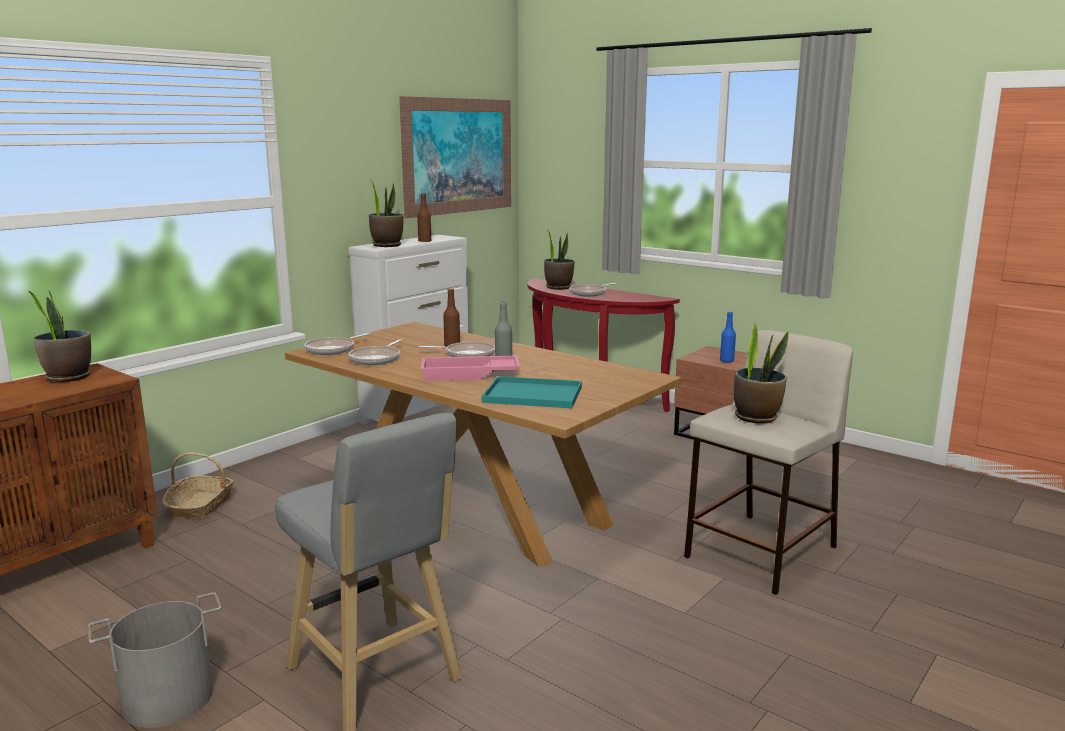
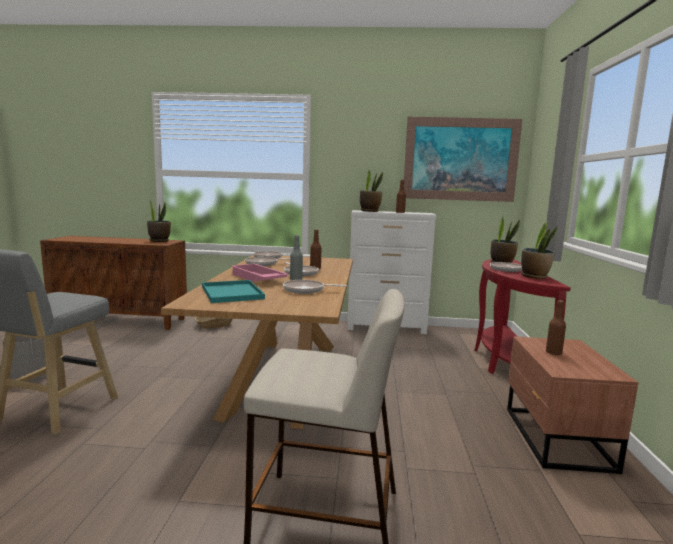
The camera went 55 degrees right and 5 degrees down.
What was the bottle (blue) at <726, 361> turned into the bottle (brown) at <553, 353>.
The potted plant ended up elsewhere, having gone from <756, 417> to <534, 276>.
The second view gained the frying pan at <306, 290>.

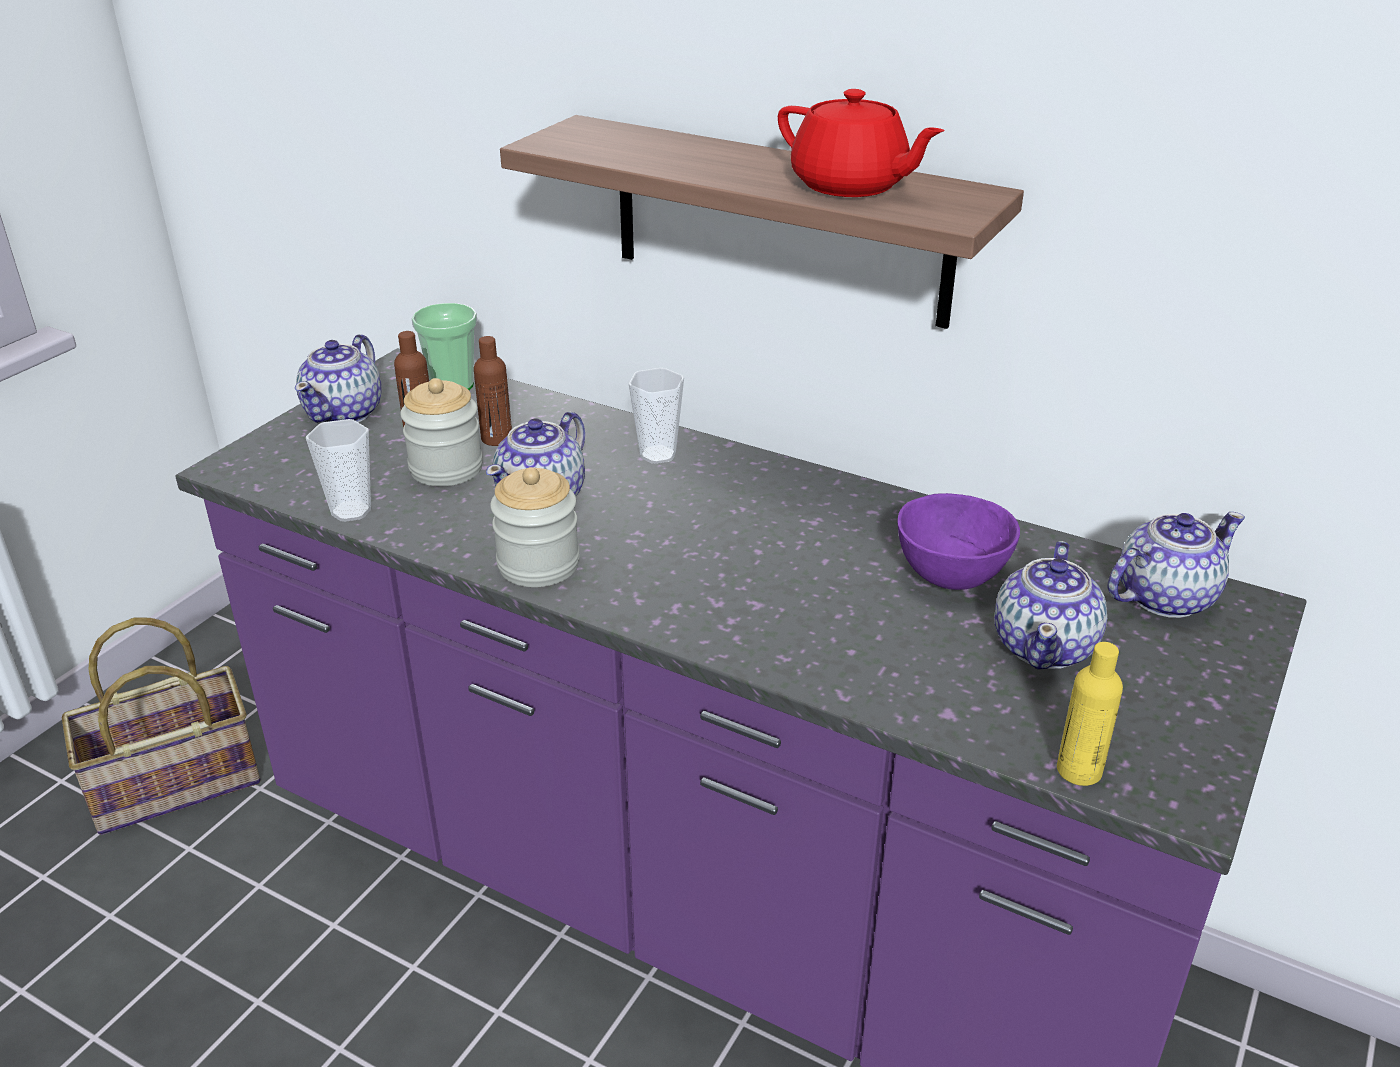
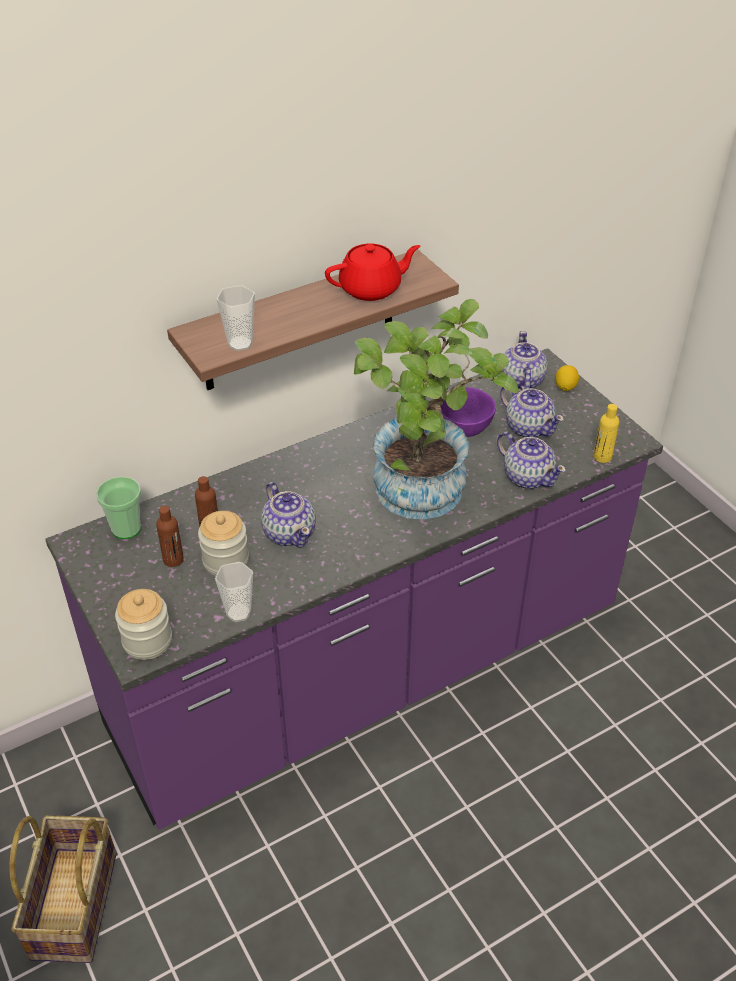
The camera went 60 degrees left and 10 degrees up.
The teapot ended up elsewhere, having gone from <345, 413> to <527, 477>.
The cup ended up elsewhere, having gone from <658, 455> to <240, 344>.
The jar ended up elsewhere, having gone from <538, 565> to <147, 641>.
The second view gained the potted plant at <423, 498>.
The second view gained the lemon at <565, 387>.

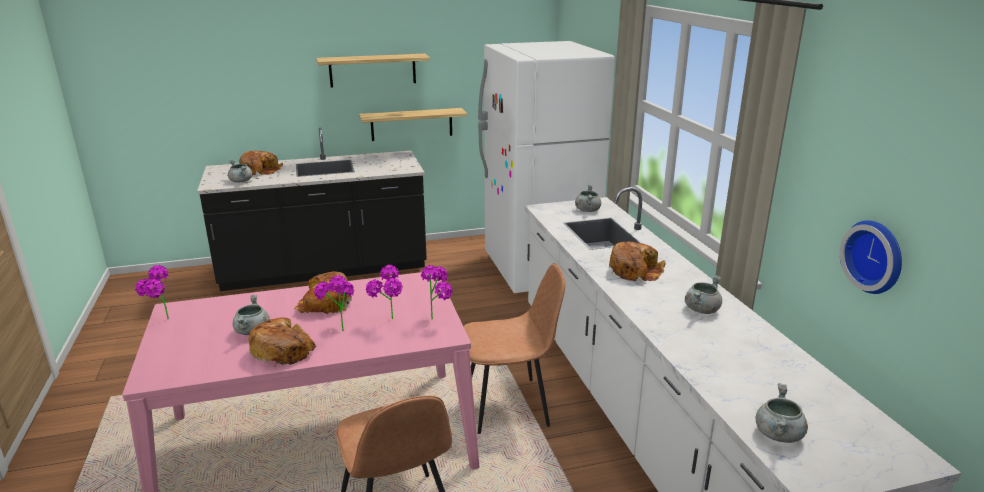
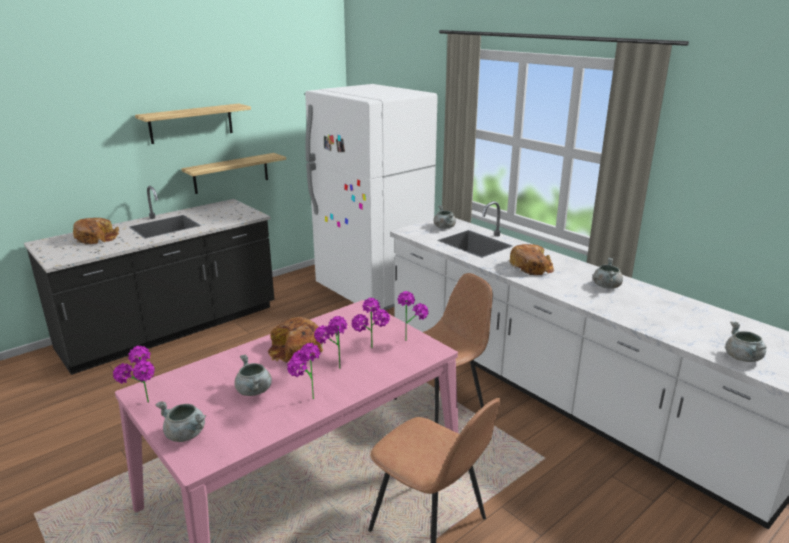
The camera went 25 degrees left and 0 degrees up.
The cooking pot (grey) ended up elsewhere, having gone from <241, 181> to <186, 434>.
The second view lost the wall clock at <876, 256>.
Where the bread stood at <284, 350>, the potted plant came to stand at <305, 399>.

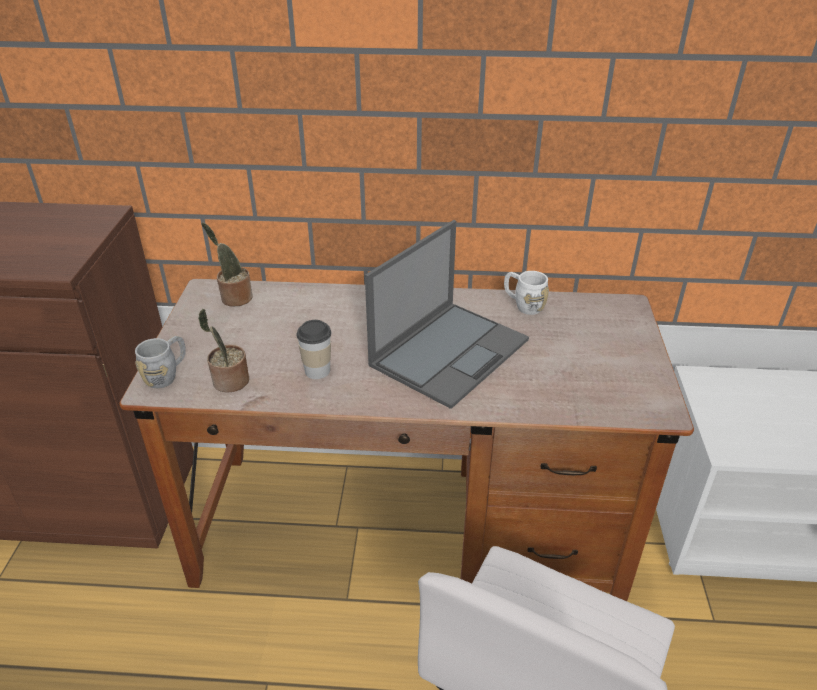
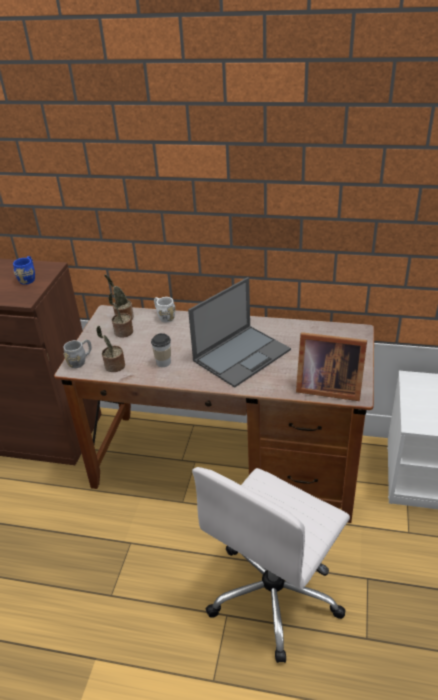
The camera went 10 degrees right and 0 degrees up.
The mug (white) ended up elsewhere, having gone from <523, 305> to <164, 316>.
The second view gained the mug (blue) at <29, 278>.
The second view gained the potted plant at <123, 332>.
The second view gained the picture frame at <326, 387>.

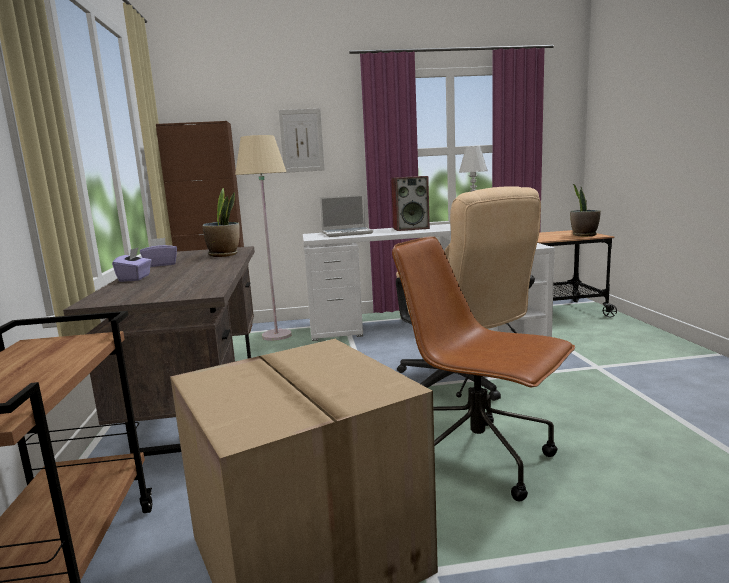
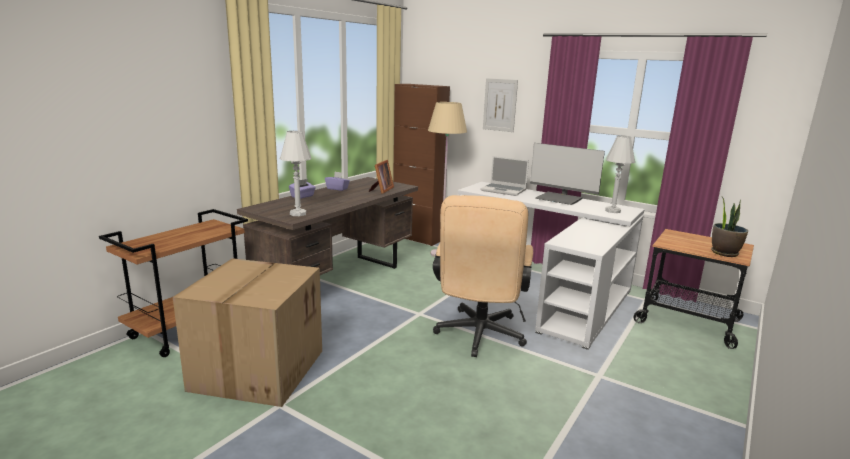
The camera went 40 degrees right and 5 degrees up.
Where the speaker stood at <411, 228>, the monitor came to stand at <559, 199>.
Where the potted plant stood at <224, 255>, the picture frame came to stand at <381, 190>.
The second view lost the office chair (brown) at <480, 458>.
The second view gained the table lamp (white) at <298, 214>.

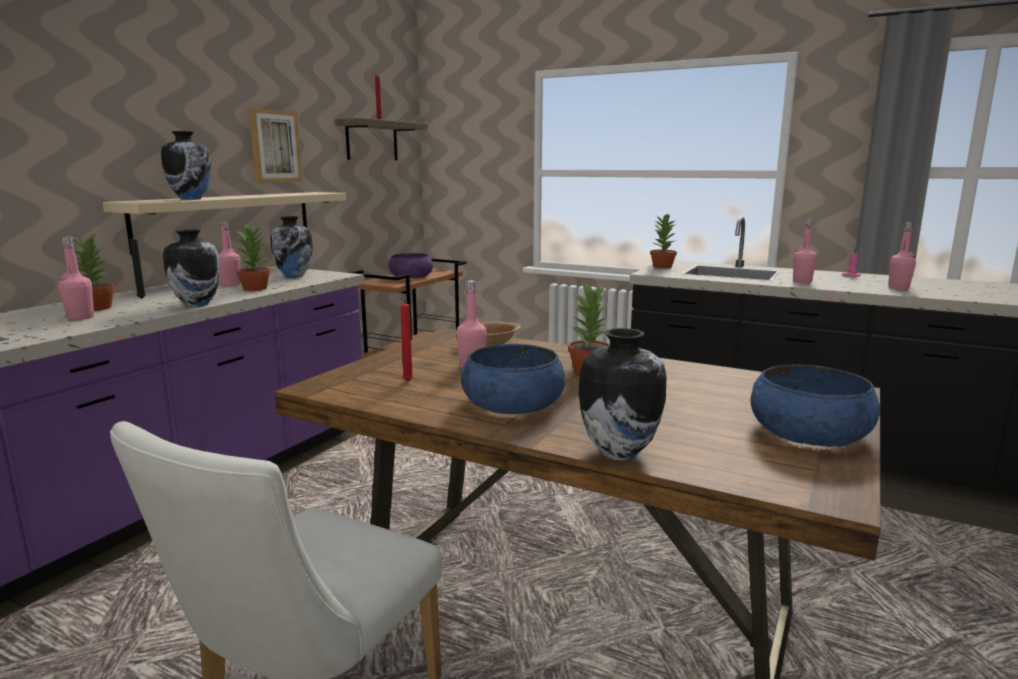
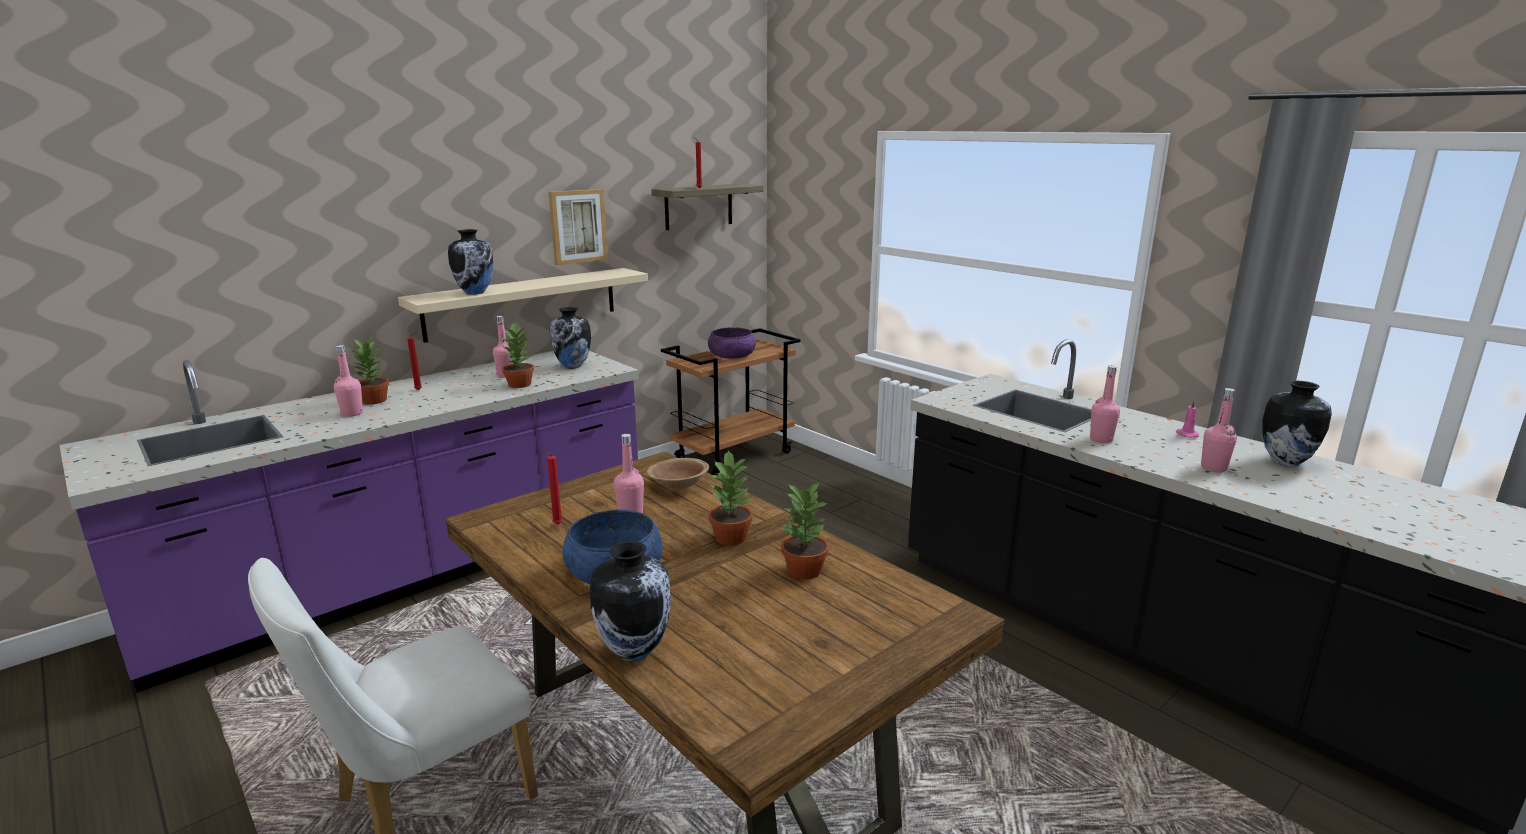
The camera went 20 degrees right and 5 degrees up.
The potted plant ended up elsewhere, having gone from <661, 267> to <803, 570>.
The vase ended up elsewhere, having gone from <197, 304> to <1285, 461>.
What was the candle (black) at <143, 298> turned into the candle (red) at <419, 390>.
The second view lost the bowl (blue) at <809, 432>.

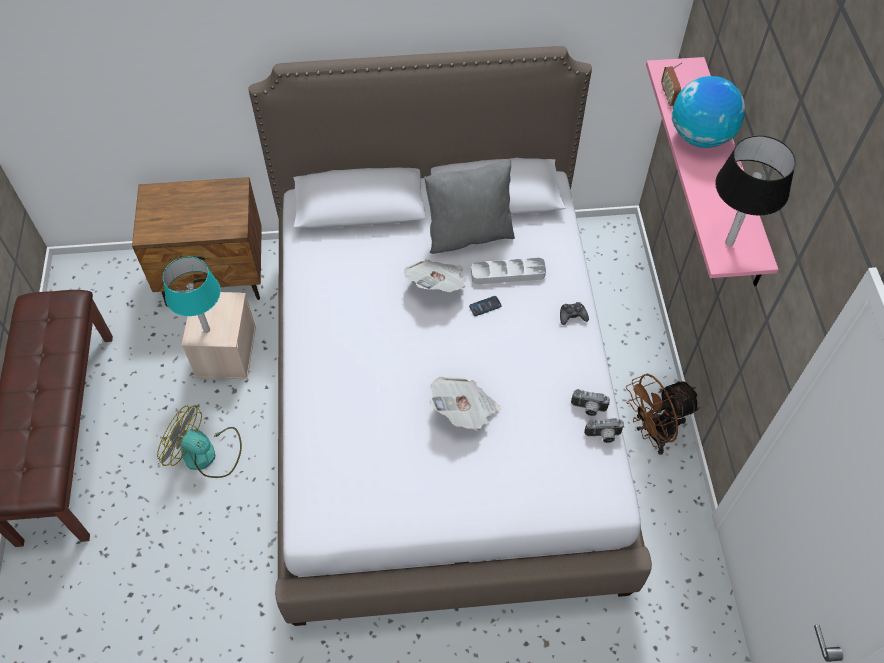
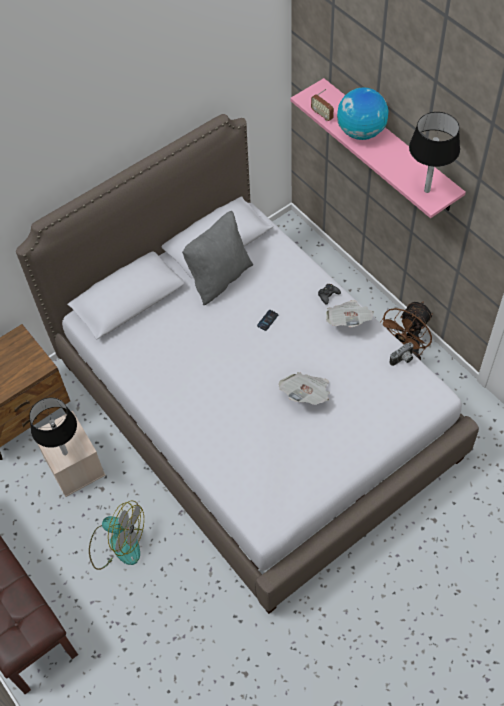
The camera went 30 degrees left and 0 degrees up.
What was the table lamp (turquoise) at <206, 330> turned into the table lamp (black) at <65, 452>.
The second view lost the tray (grey) at <508, 273>.
The newspaper ended up elsewhere, having gone from <438, 285> to <348, 321>.
The second view lost the photo camera at <588, 409>.
The fan at <207, 454> ended up facing another way, 150 degrees counterclockwise from before.

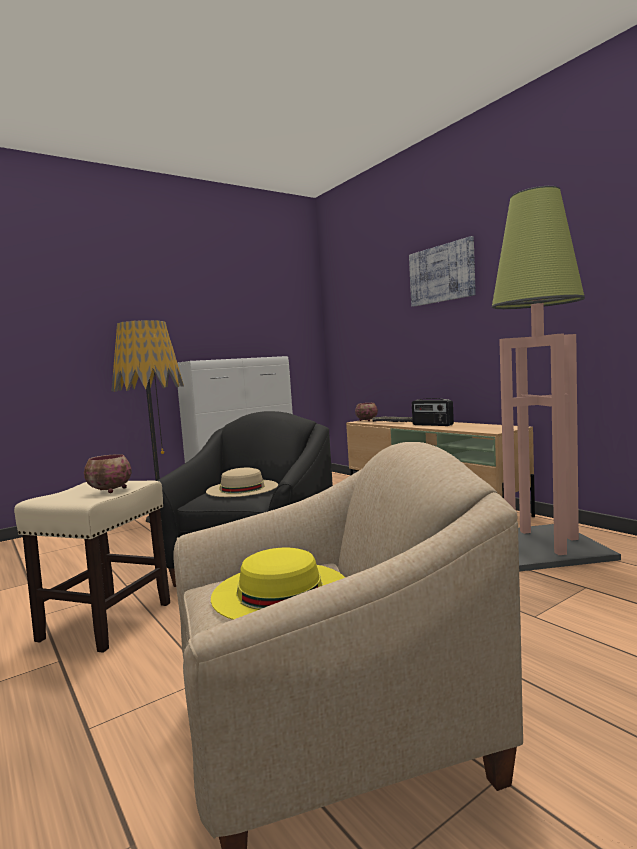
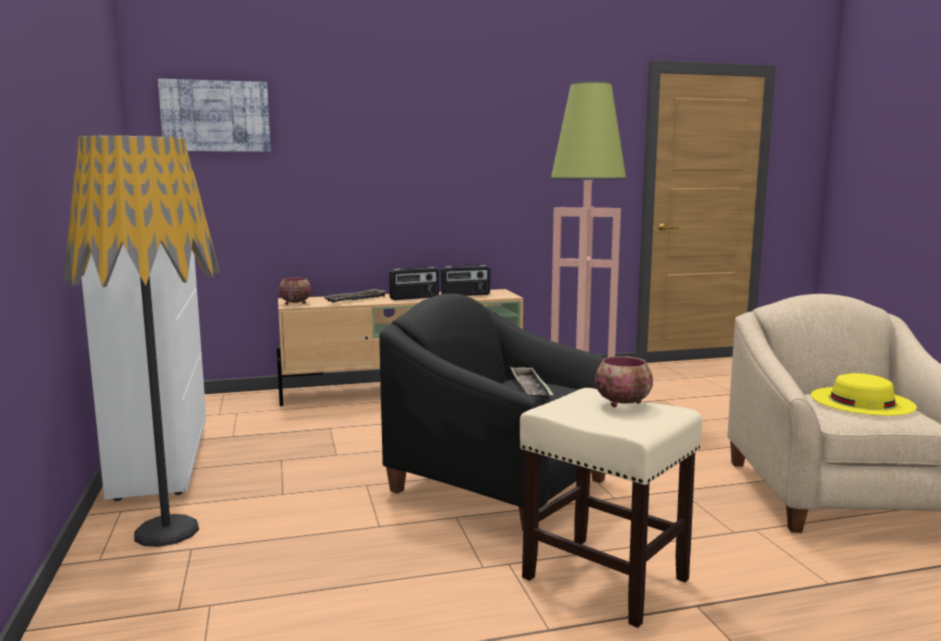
The camera went 70 degrees left and 5 degrees up.
The picture ended up elsewhere, having gone from <441, 273> to <216, 116>.
Where the hat (beige) stood at <242, 488>, the tray came to stand at <530, 388>.
The second view gained the radio at <465, 295>.

